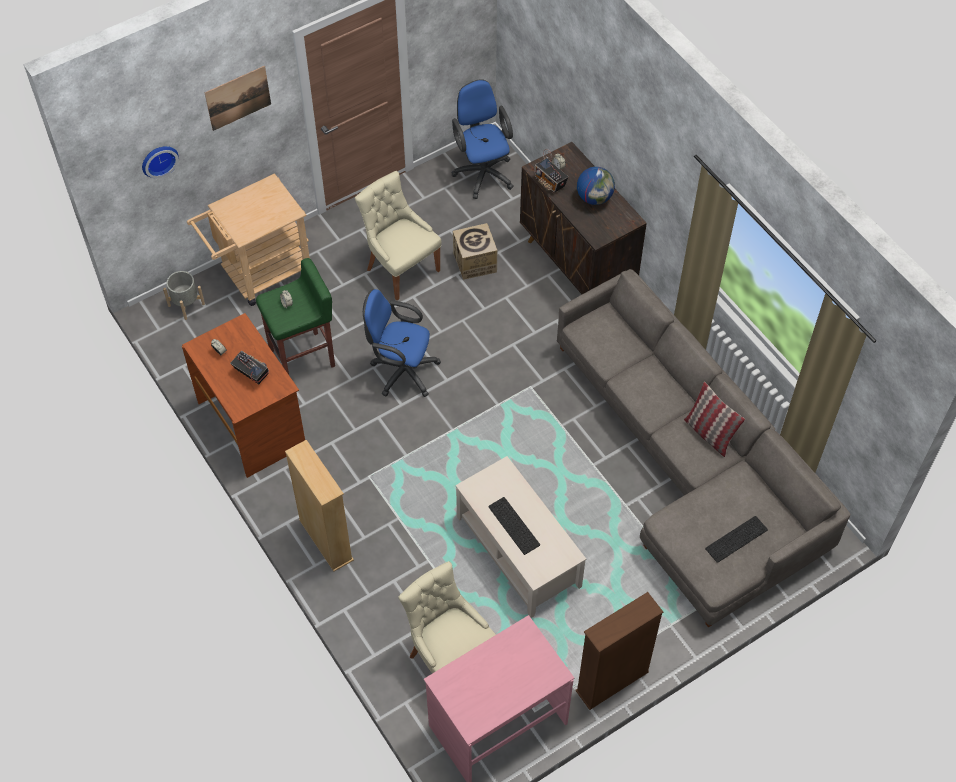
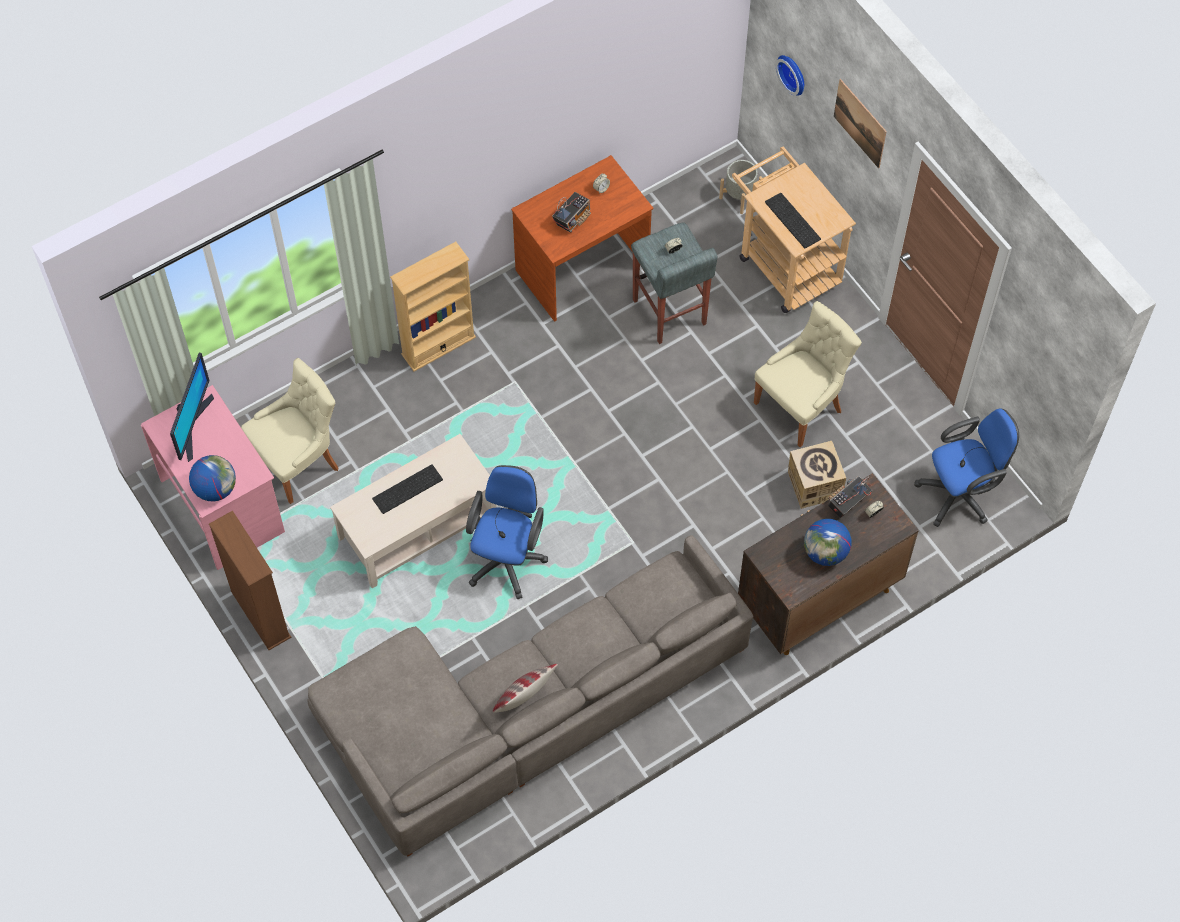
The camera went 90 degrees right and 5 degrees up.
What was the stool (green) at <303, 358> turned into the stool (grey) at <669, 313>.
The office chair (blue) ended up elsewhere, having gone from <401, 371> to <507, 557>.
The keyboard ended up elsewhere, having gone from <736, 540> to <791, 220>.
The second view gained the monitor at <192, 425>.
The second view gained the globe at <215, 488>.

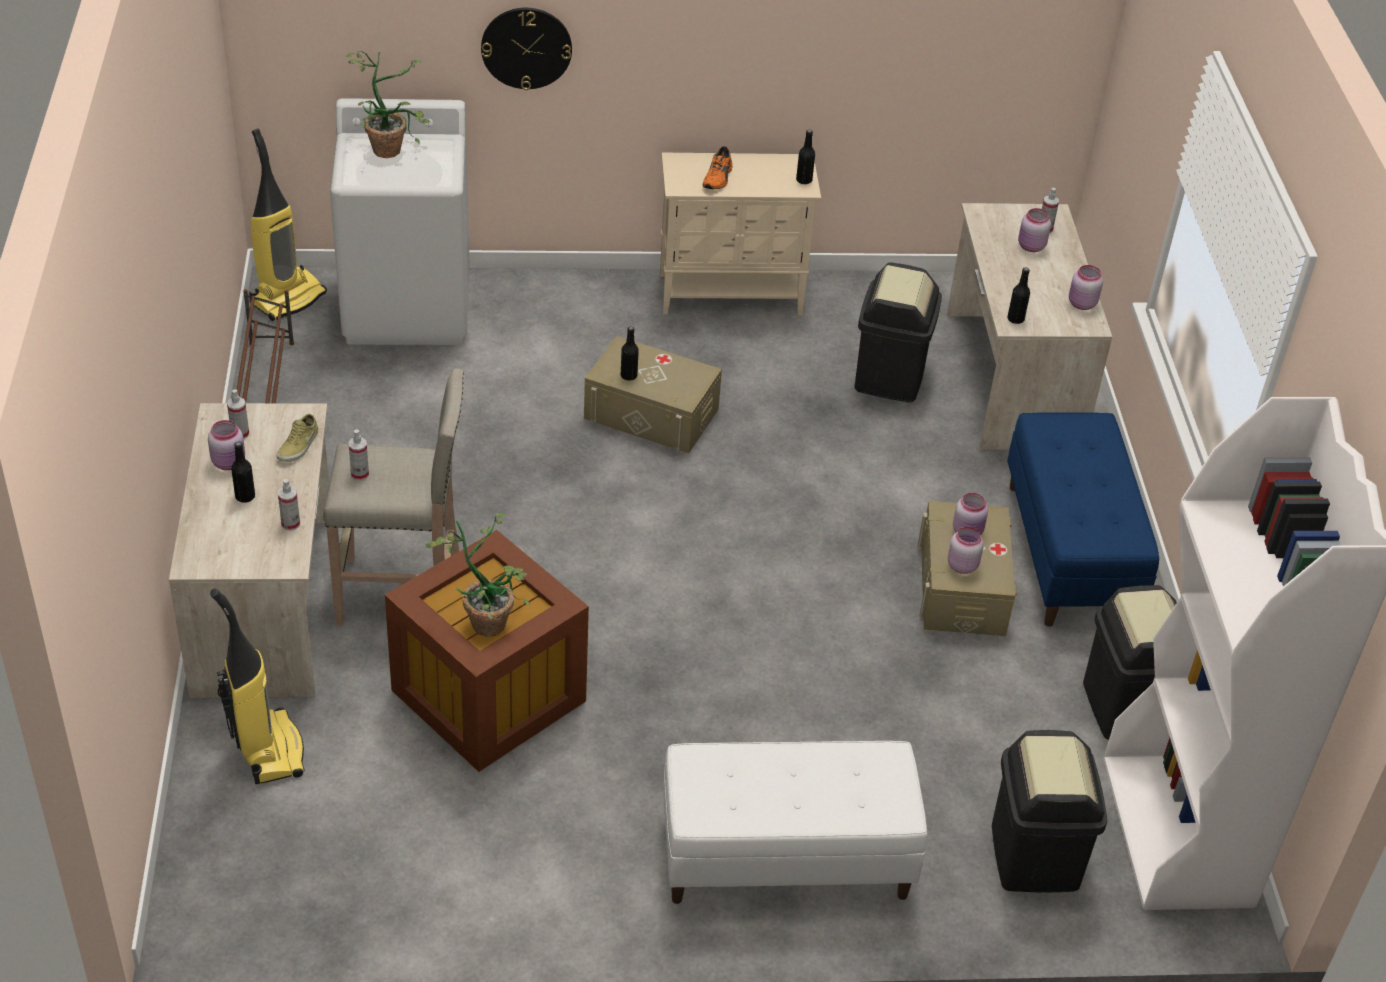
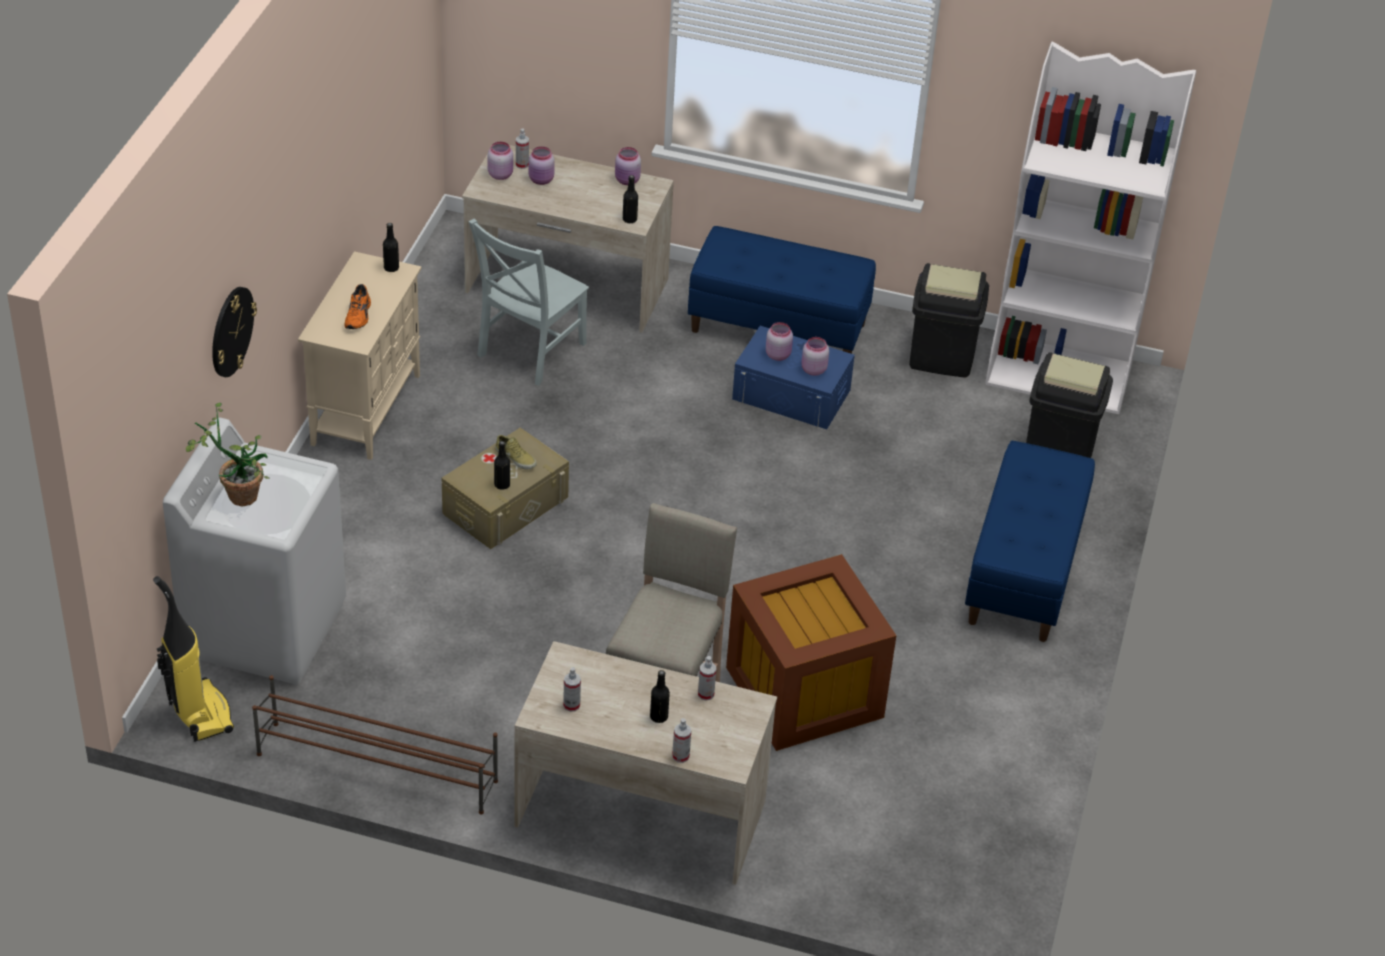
The camera went 70 degrees left and 0 degrees up.
The shoe (orange) at <719, 178> ended up facing another way, 60 degrees clockwise from before.
Where the trash can (black) stood at <889, 377>, the chair (grey) came to stand at <528, 352>.
The shoe (beige) ended up elsewhere, having gone from <299, 446> to <516, 457>.
The jar (pink) ended up elsewhere, having gone from <230, 462> to <500, 174>.
The spray bottle ended up elsewhere, having gone from <360, 474> to <680, 756>.
What was the storage box (beige) at <962, 587> turned into the storage box (blue) at <791, 394>.
The second view lost the potted plant at <487, 617>.
The second view lost the vacuum cleaner at <268, 749>.
What was the bench (white) at <784, 860> turned into the bench (blue) at <1024, 572>.

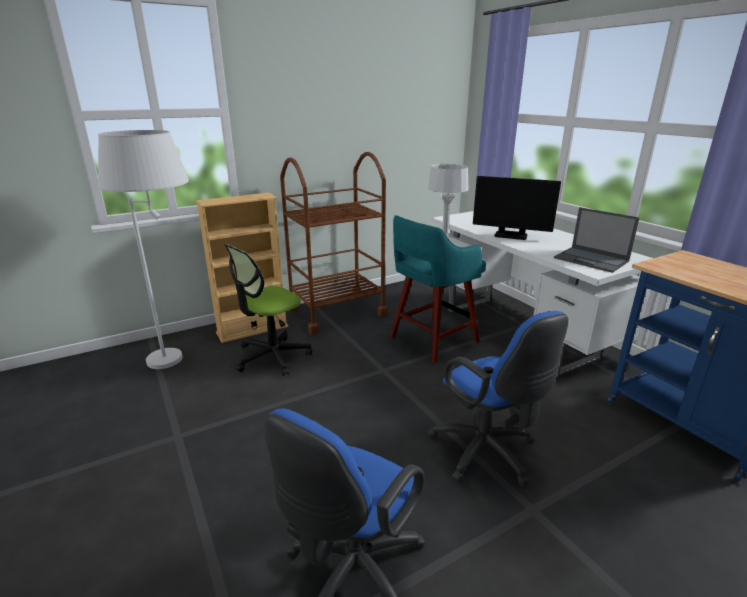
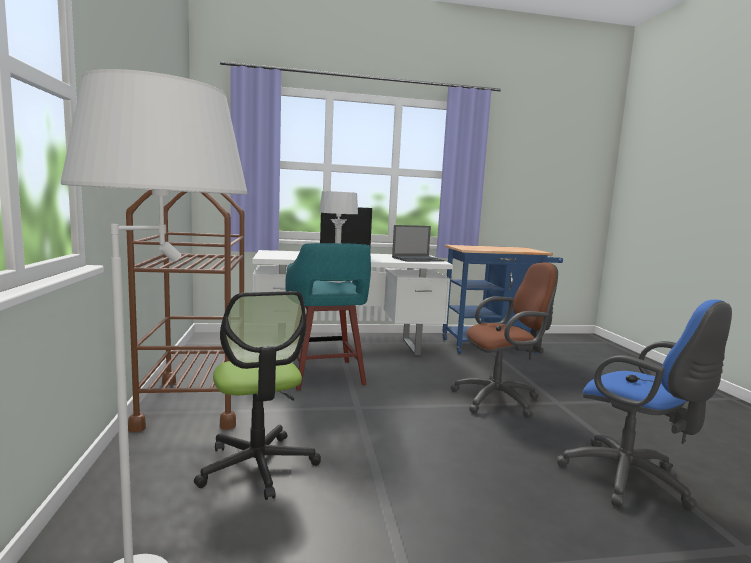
The camera went 70 degrees left and 15 degrees down.
The second view lost the bookcase (beige) at <252, 330>.
What was the office chair (blue) at <487, 454> turned into the office chair (brown) at <500, 400>.

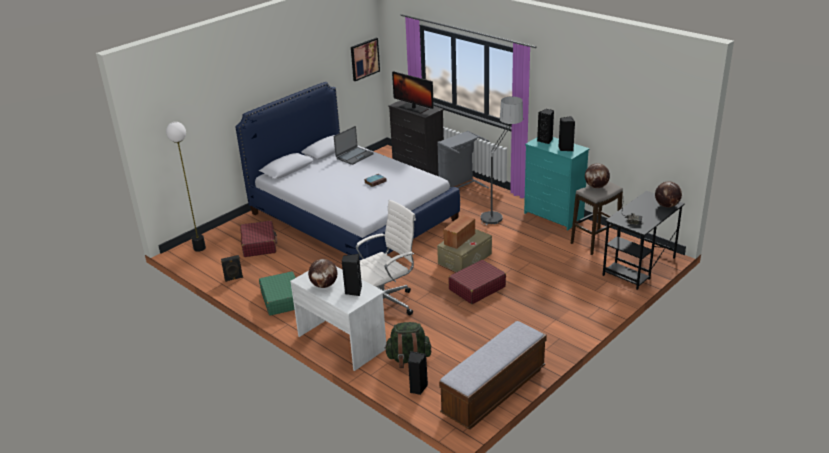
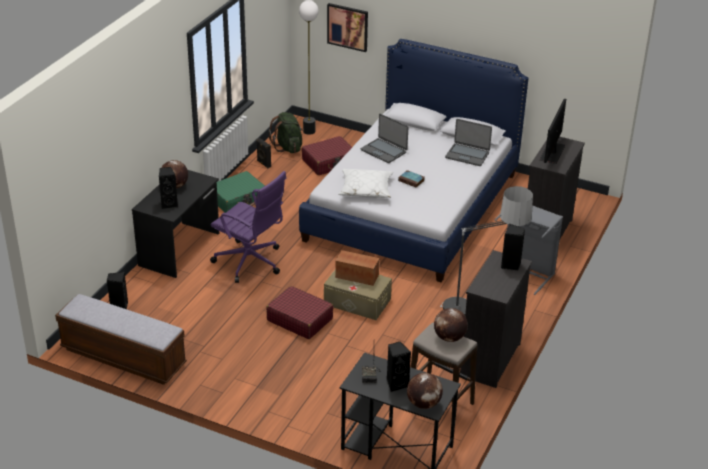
The camera went 70 degrees right and 5 degrees up.
The picture ended up elsewhere, having gone from <364, 59> to <347, 27>.
The speaker (black) ended up elsewhere, having gone from <565, 148> to <396, 384>.
What was the dresser (turquoise) at <553, 216> turned into the dresser (black) at <489, 360>.
What was the office chair (white) at <385, 304> turned into the office chair (purple) at <250, 262>.
What was the desk (white) at <342, 341> turned into the desk (black) at <180, 249>.
The backpack (green) ended up elsewhere, having gone from <408, 359> to <288, 147>.
The second view gained the laptop at <384, 151>.
The second view gained the pillow (white) at <366, 189>.

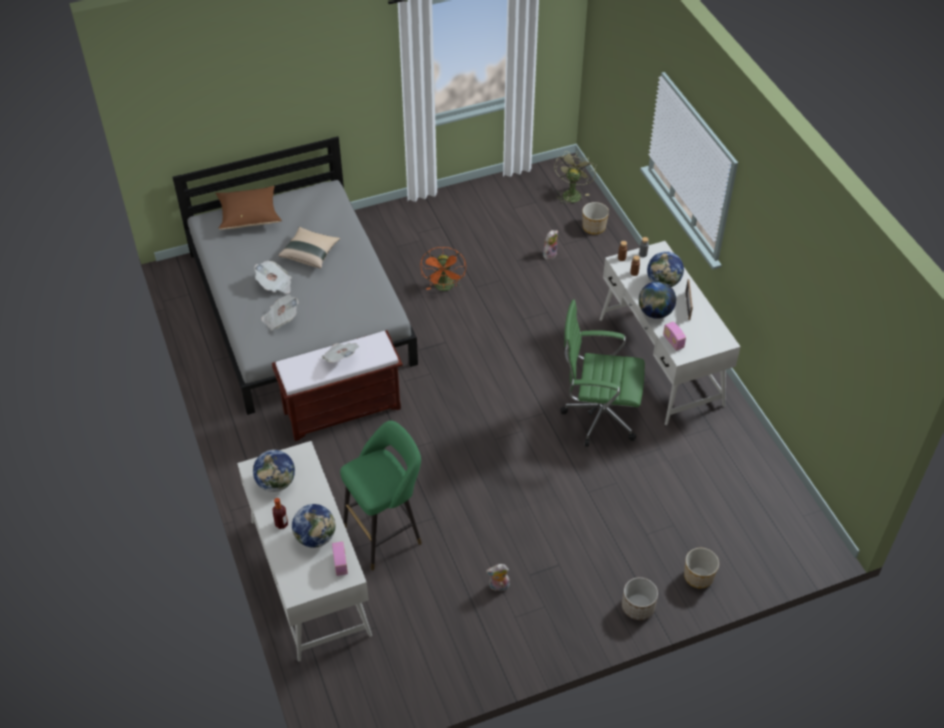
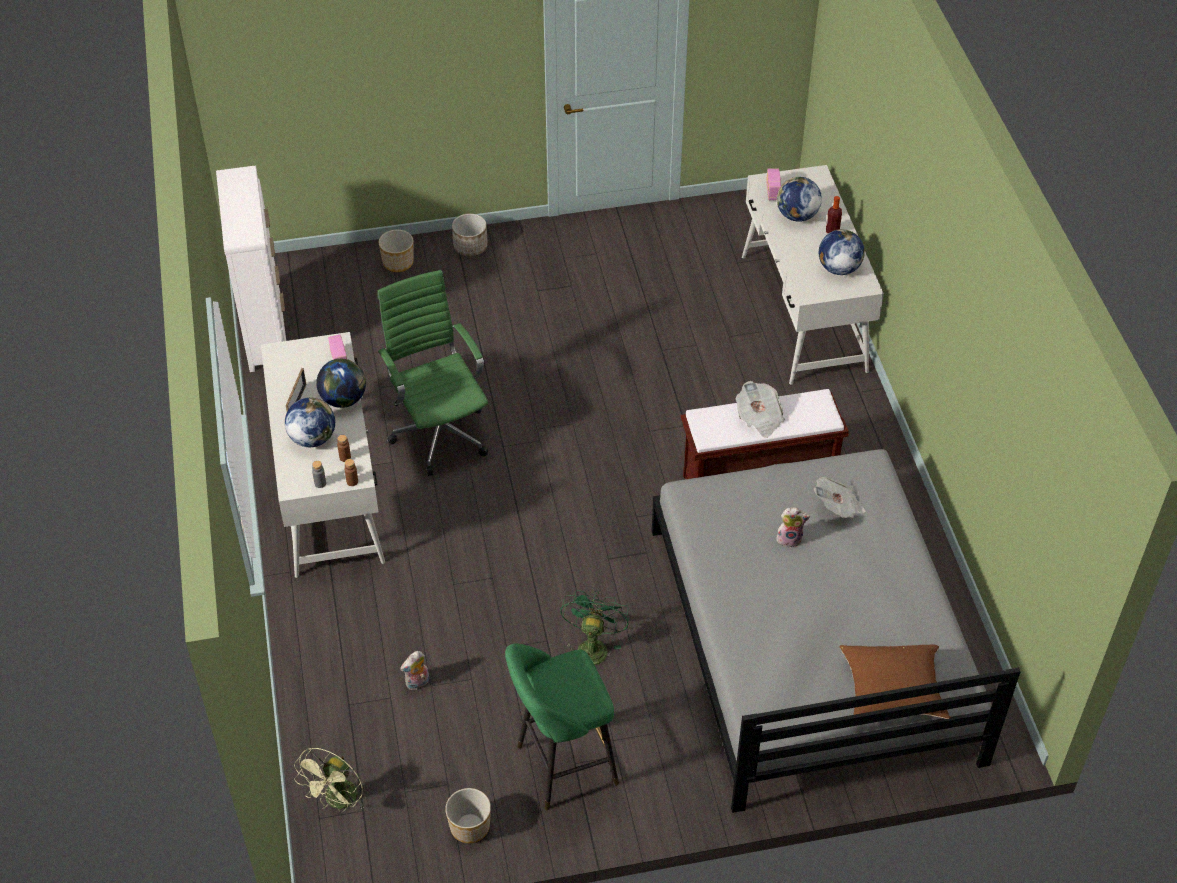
The camera went 170 degrees left and 0 degrees up.
The planter ended up elsewhere, having gone from <594, 227> to <469, 827>.
The second view lost the pillow (beige) at <310, 254>.
What was the fan (orange) at <444, 287> turned into the fan (green) at <592, 646>.
The second view lost the newspaper at <275, 285>.
The office chair (green) at <597, 416> ended up facing another way, 135 degrees counterclockwise from before.
The stool (green) ended up elsewhere, having gone from <386, 533> to <561, 767>.
The plush toy ended up elsewhere, having gone from <498, 587> to <790, 538>.
The second view gained the dresser (white) at <264, 329>.

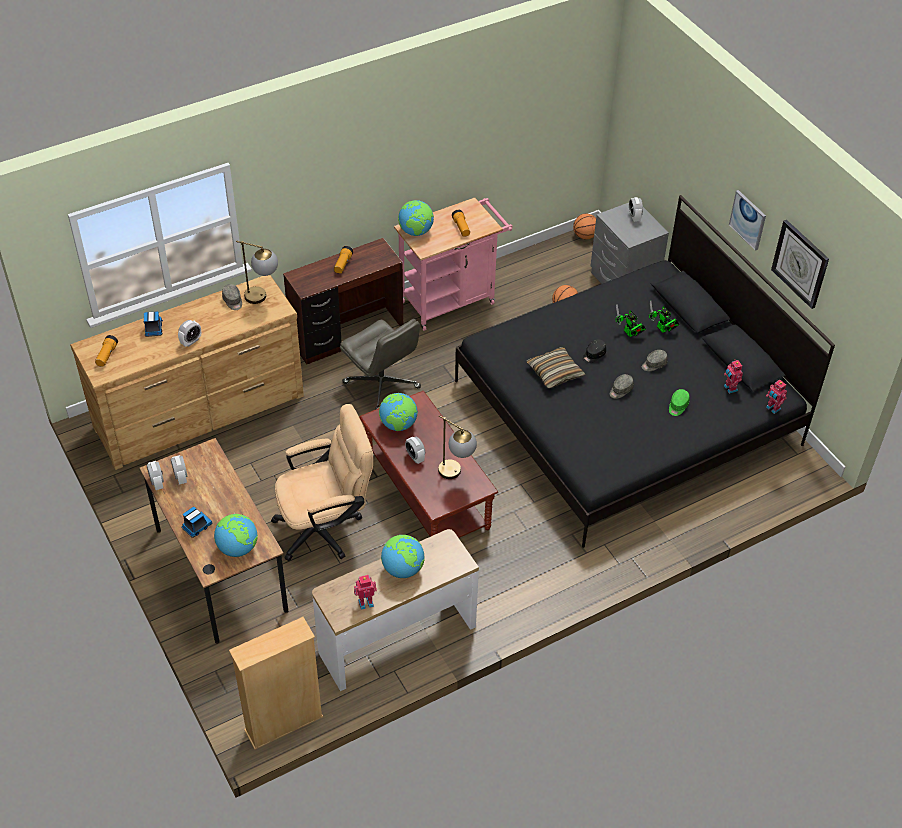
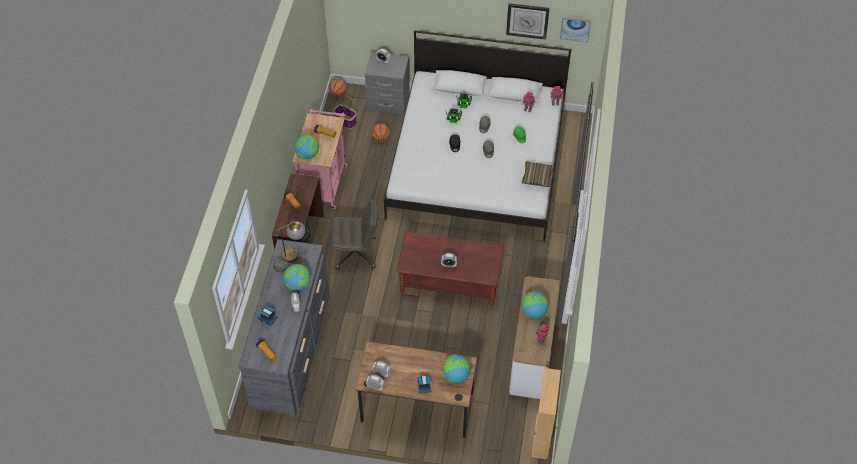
The camera went 50 degrees left and 5 degrees up.
The picture ended up elsewhere, having gone from <748, 219> to <575, 29>.
What was the bed (black) at <626, 412> turned into the bed (white) at <477, 163>.
What was the dresser (brown) at <200, 412> turned into the dresser (grey) at <291, 349>.
The pillow ended up elsewhere, having gone from <555, 373> to <537, 177>.
The globe ended up elsewhere, having gone from <398, 425> to <298, 285>.
The second view lost the office chair (beige) at <326, 527>.
The second view lost the table lamp at <456, 474>.
The second view gained the basket at <346, 121>.

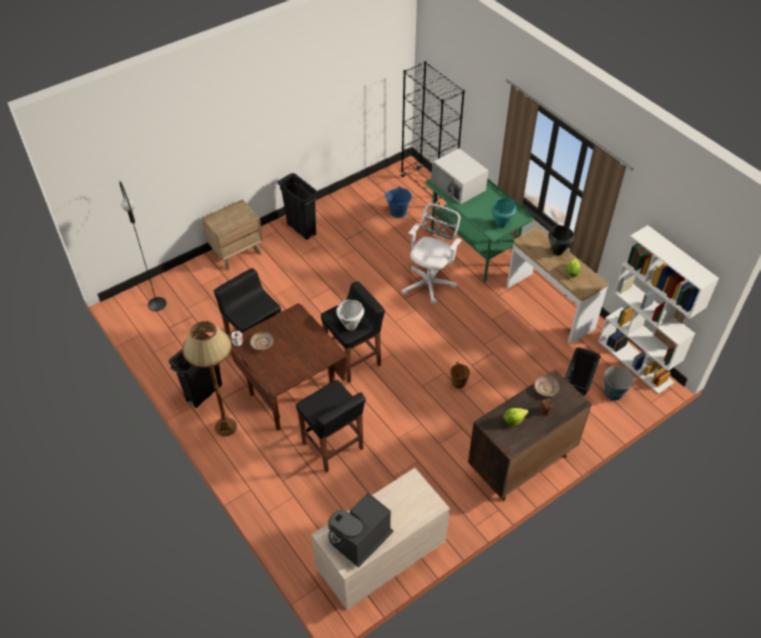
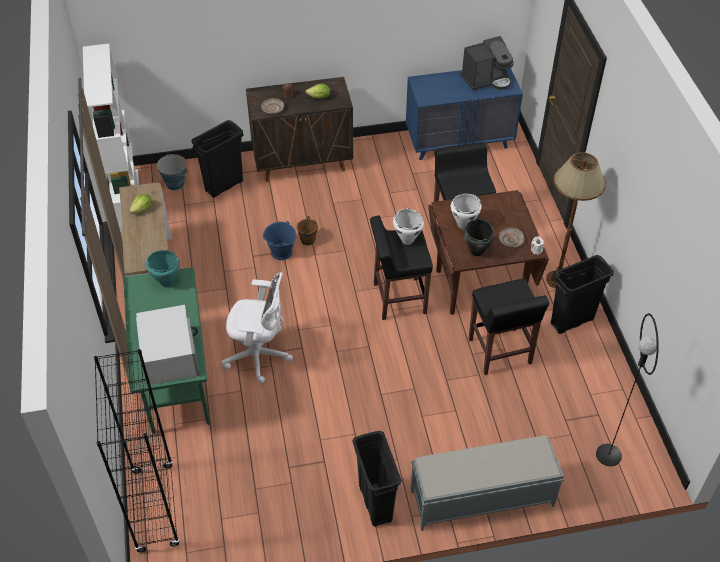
The camera went 155 degrees left and 0 degrees up.
The bucket (blue) ended up elsewhere, having gone from <398, 211> to <281, 252>.
Where the nightstand (brown) stood at <237, 252>, the bench (grey) came to stand at <481, 498>.
The office chair (white) at <430, 283> ended up facing another way, 135 degrees counterclockwise from before.
The cooking pot (black) ended up elsewhere, having gone from <557, 252> to <476, 251>.
What was the dresser (beige) at <380, 561> turned into the dresser (blue) at <459, 141>.
The second view gained the cooking pot (white) at <463, 225>.

